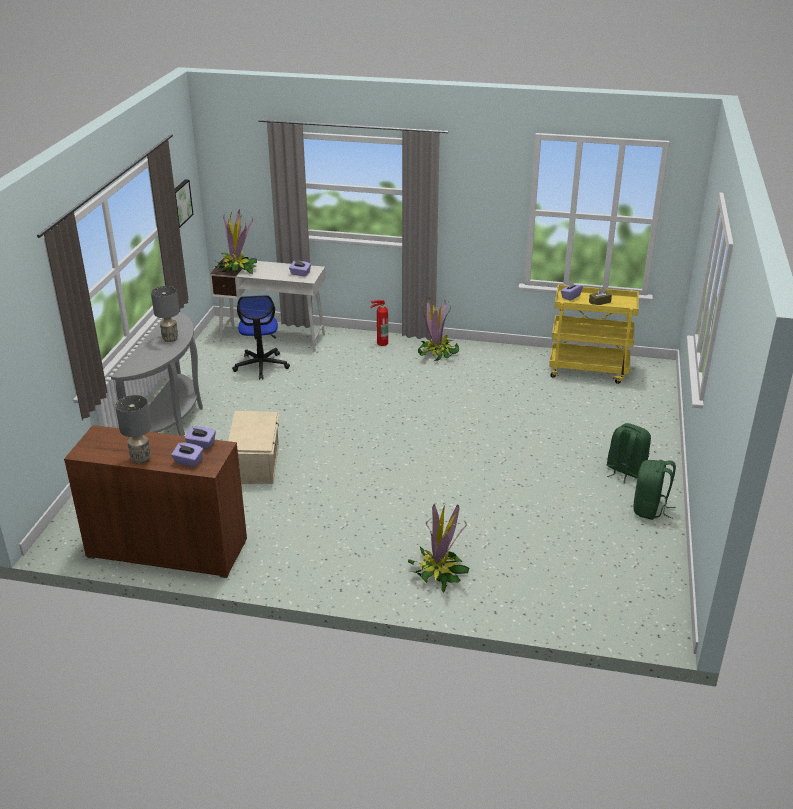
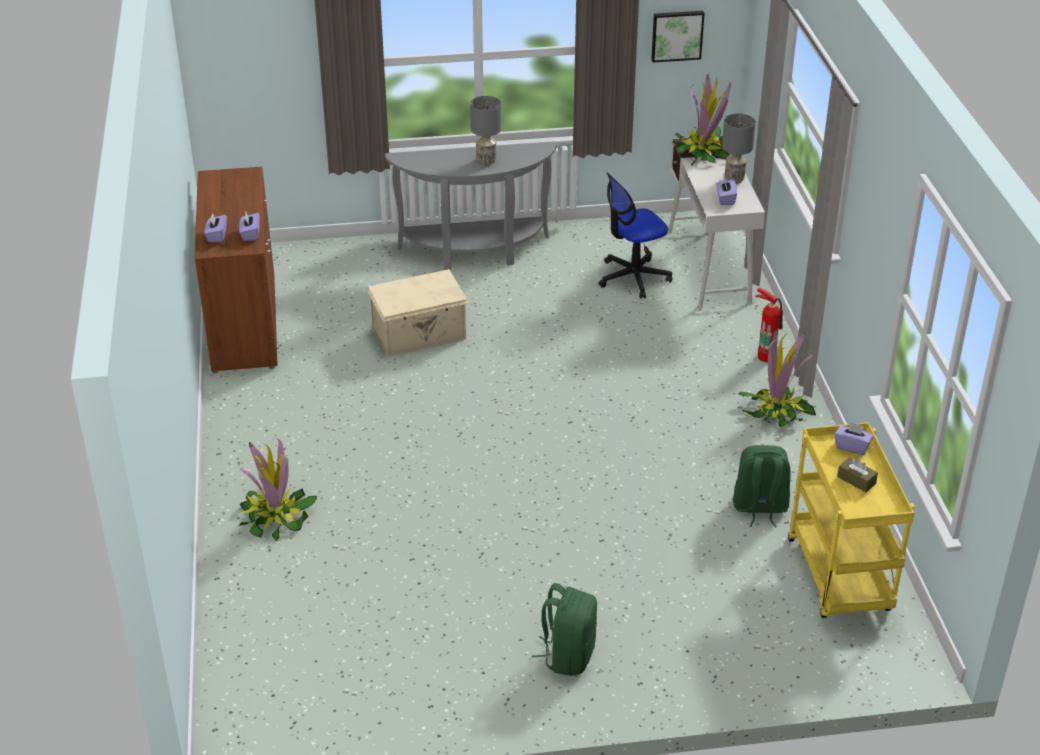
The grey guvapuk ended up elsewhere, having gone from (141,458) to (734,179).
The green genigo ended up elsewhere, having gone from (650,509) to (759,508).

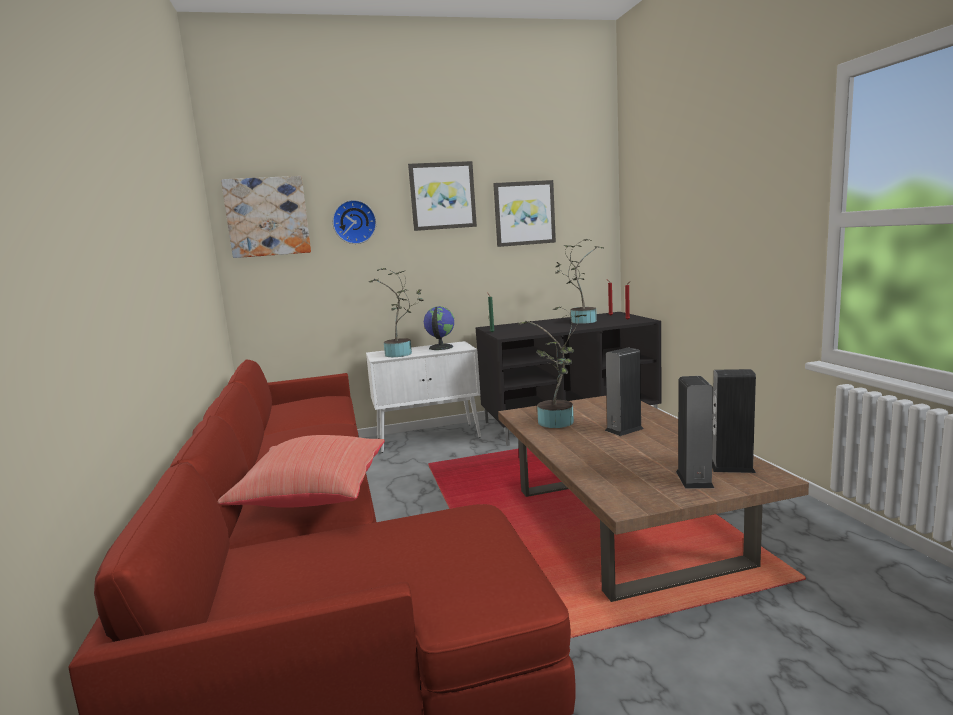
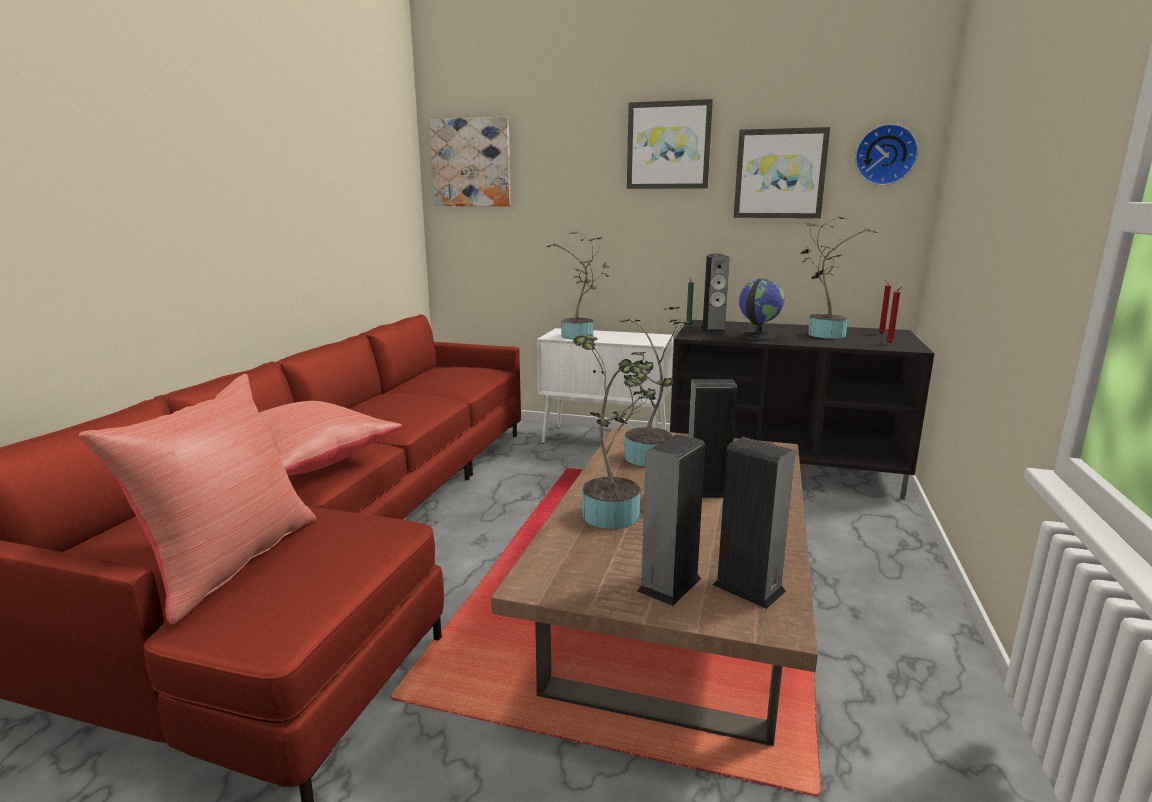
The second view gained the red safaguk at (229,561).
The second view gained the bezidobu at (614,512).
The second view gained the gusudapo at (713,330).
The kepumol ended up elsewhere, having gone from (440,347) to (757,337).
The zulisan ended up elsewhere, having gone from (354,222) to (885,155).

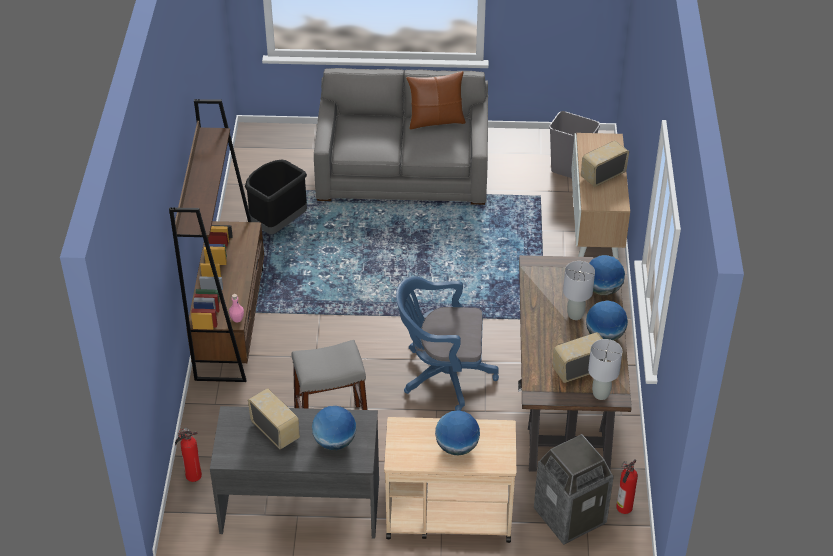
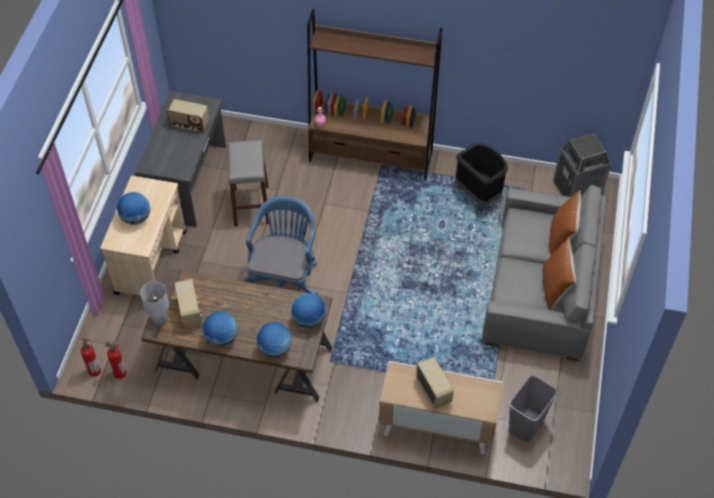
The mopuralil ended up elsewhere, having gone from (192,476) to (94,370).
The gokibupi at (275,431) ended up facing another way, 45 degrees clockwise from before.
The kepumol ended up elsewhere, having gone from (334,442) to (309,319).
The second view gained the brown safaguk at (561,237).
The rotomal ended up elsewhere, having gone from (570,516) to (577,190).
The second view lost the grey guvapuk at (575,315).

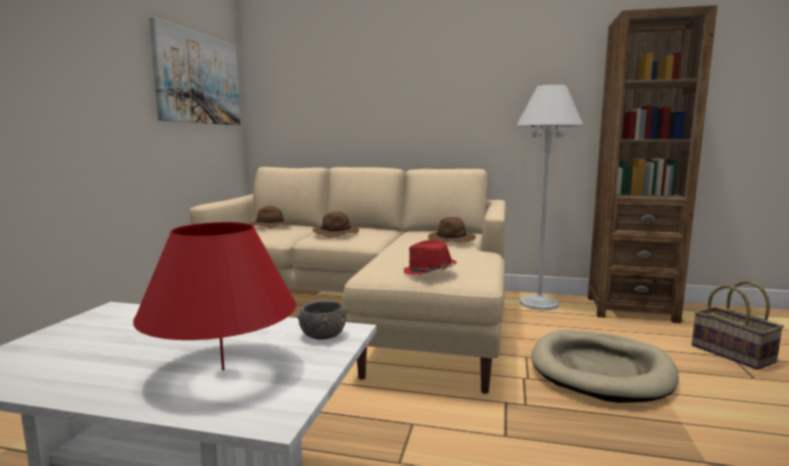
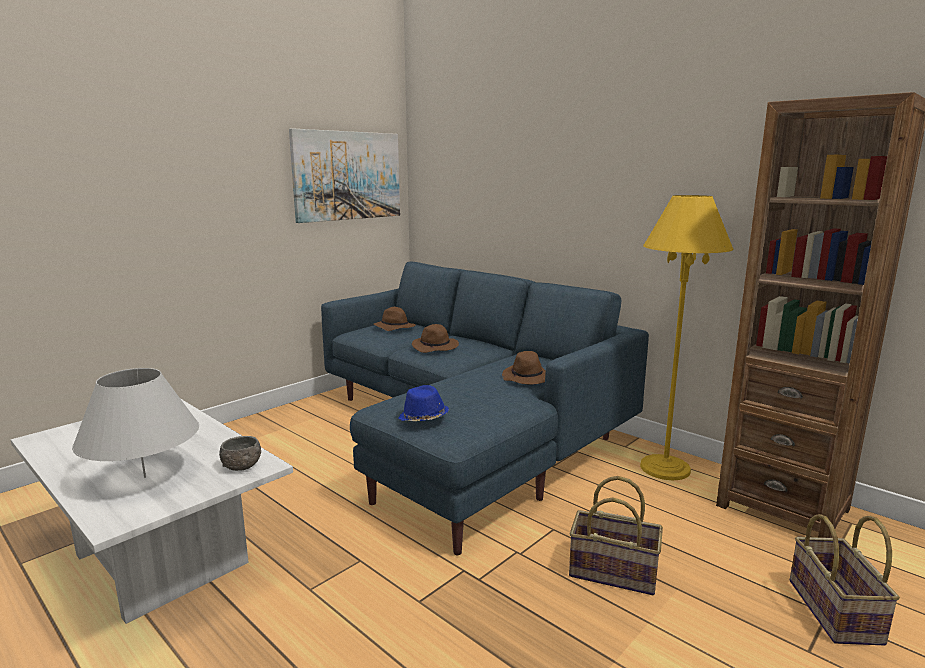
What was the red guvapuk at (223,370) turned into the white guvapuk at (144,477).
What was the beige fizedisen at (370,311) turned into the blue fizedisen at (466,433).
What was the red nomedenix at (429,272) turned into the blue nomedenix at (423,418).
Where the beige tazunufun stood at (600,370), the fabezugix came to stand at (613,572).
What was the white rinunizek at (539,303) turned into the yellow rinunizek at (665,468).

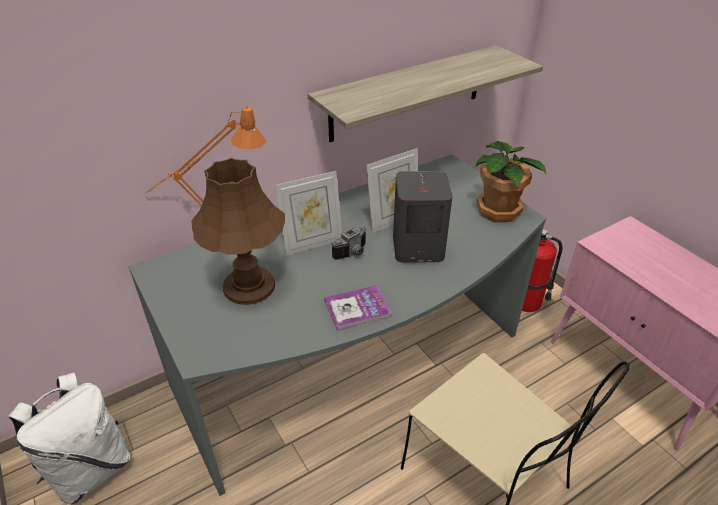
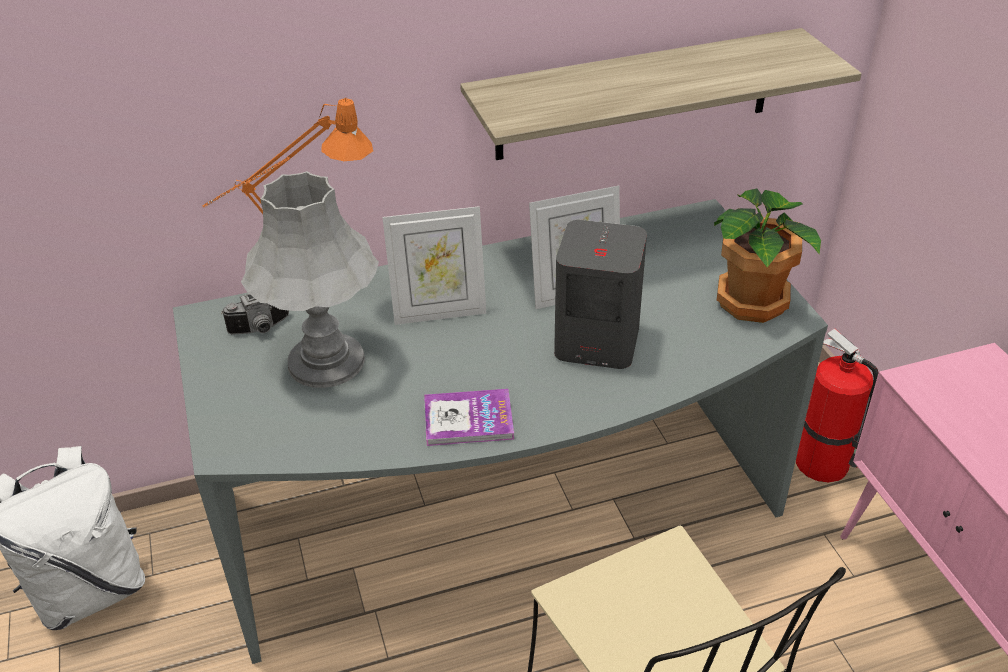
The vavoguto ended up elsewhere, having gone from (353,253) to (261,329).
What was the brown guvapuk at (249,286) turned into the grey guvapuk at (326,362).

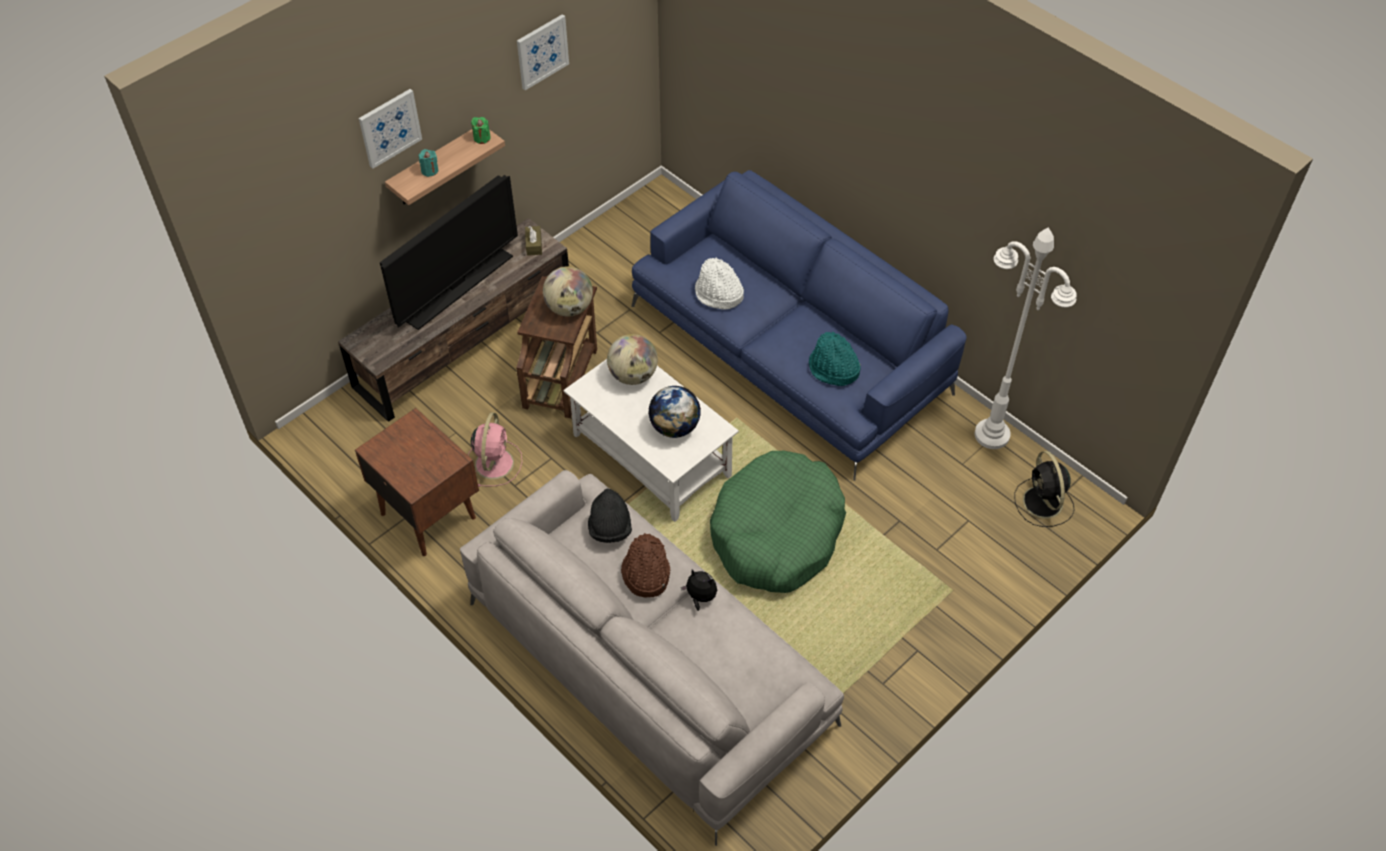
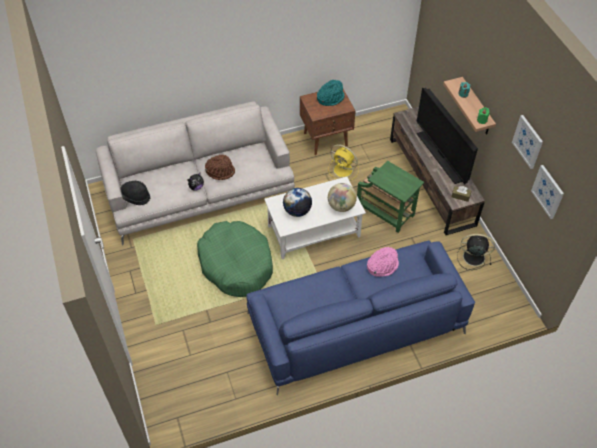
The black nomedenix ended up elsewhere, having gone from (610,528) to (136,197).
The turquoise nomedenix ended up elsewhere, having gone from (833,369) to (330,98).
What was the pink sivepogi at (494,462) turned into the yellow sivepogi at (344,170).
What was the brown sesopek at (561,376) turned into the green sesopek at (386,212).
What was the white nomedenix at (718,294) turned into the pink nomedenix at (382,266).
The black sivepogi ended up elsewhere, having gone from (1043,503) to (472,257).
The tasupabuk ended up elsewhere, having gone from (389,127) to (548,191).
The second view lost the kepumol at (569,308).
The second view lost the white rinunizek at (992,435).

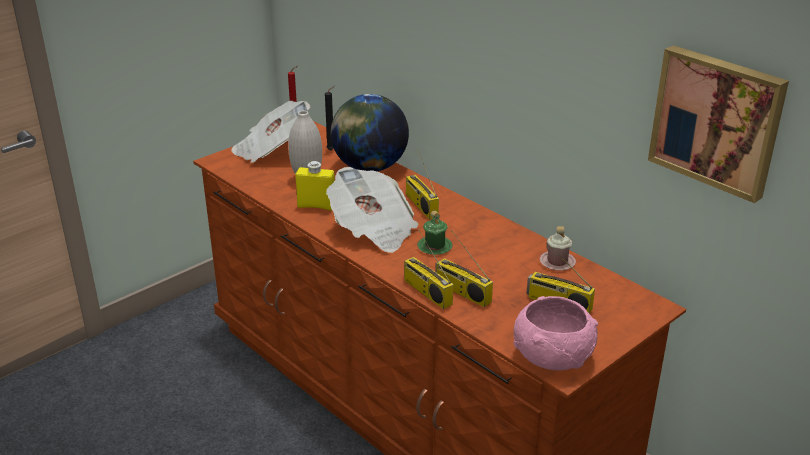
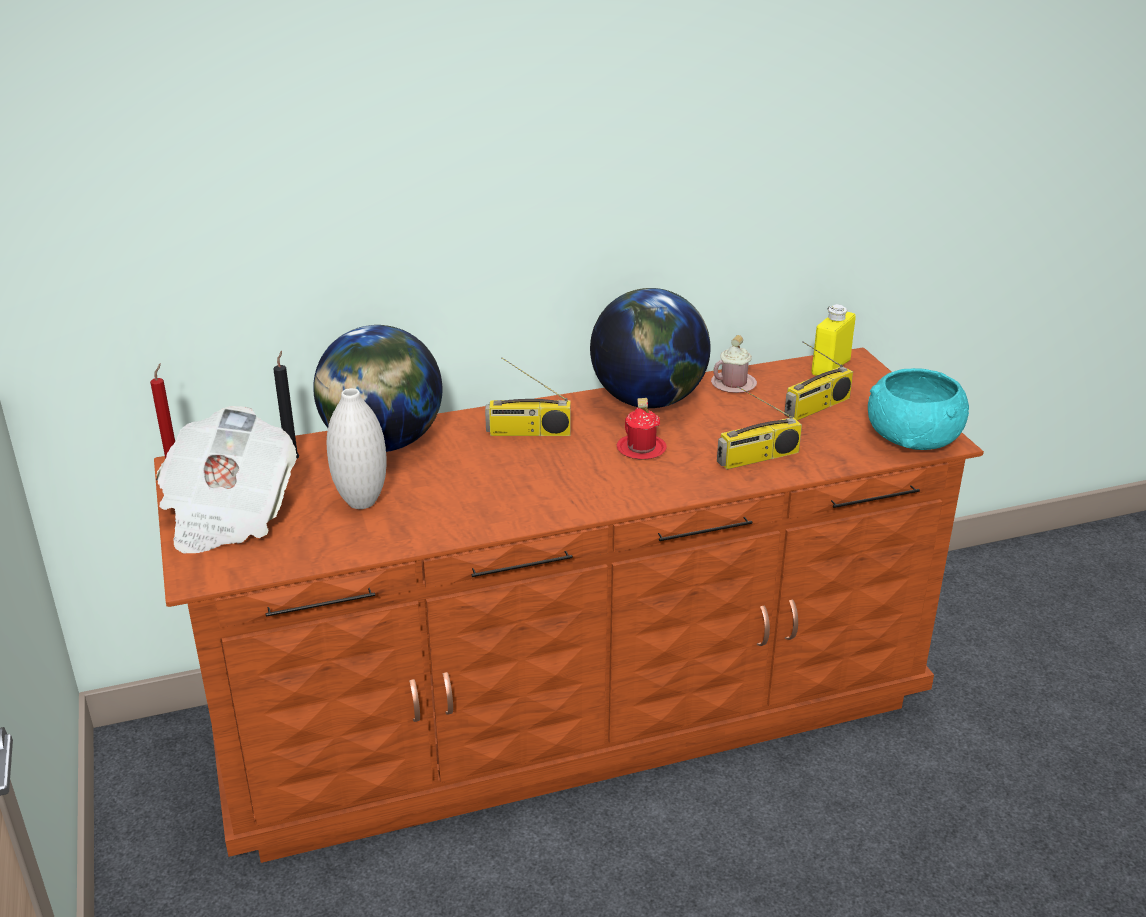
The second view gained the kepumol at (648,400).
What was the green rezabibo at (434,247) turned into the red rezabibo at (641,449).
The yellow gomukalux ended up elsewhere, having gone from (316,206) to (830,367).
What was the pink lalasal at (553,355) turned into the turquoise lalasal at (913,438).
The second view lost the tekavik at (373,230).
The second view lost the gokibupi at (426,292).
The second view lost the tasupabuk at (717,121).

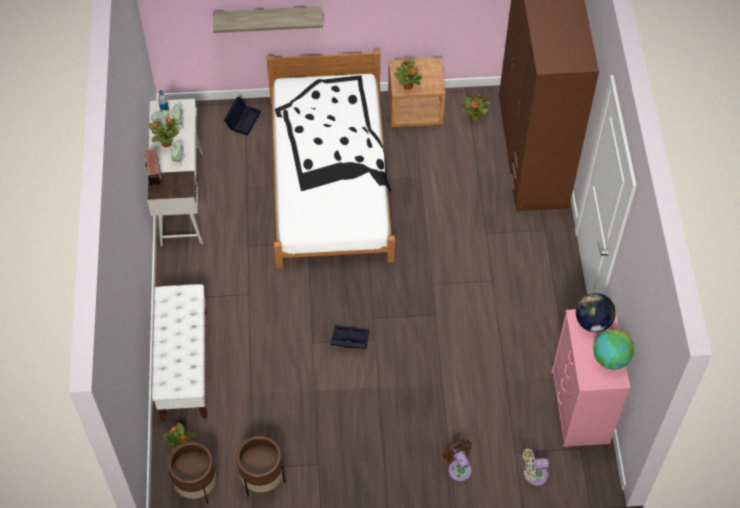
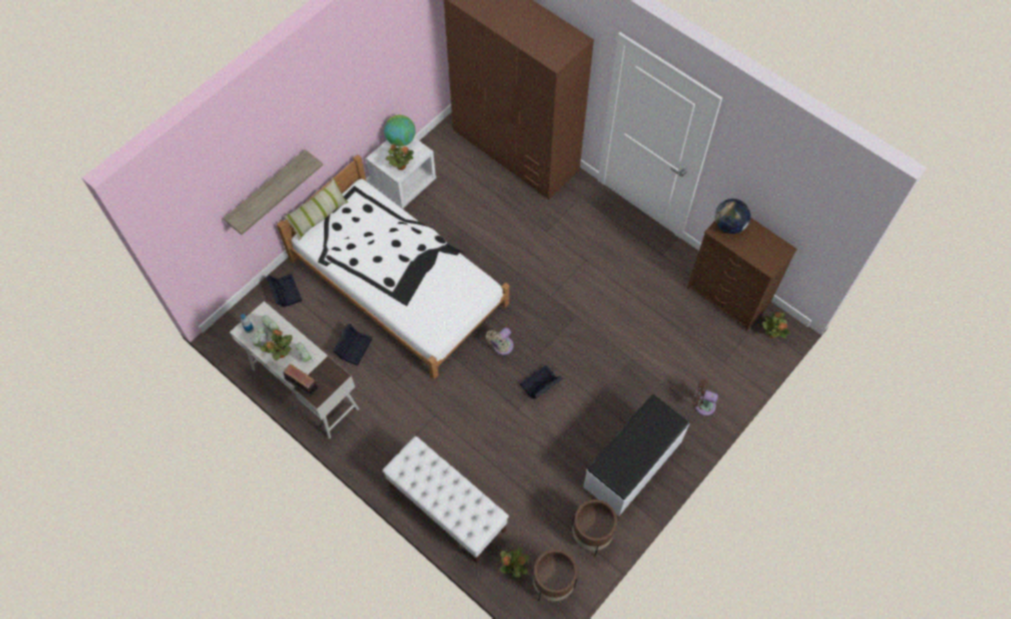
The second view gained the safaguk at (319,217).
The second view gained the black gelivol at (353,346).
What was the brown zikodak at (415,109) turned into the white zikodak at (404,183).
The kepumol ended up elsewhere, having gone from (610,358) to (401,140).
The beige sivepogi ended up elsewhere, having gone from (533,475) to (501,347).
The second view gained the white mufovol at (633,465).
What was the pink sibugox at (580,407) turned into the brown sibugox at (728,296).
The bezidobu ended up elsewhere, having gone from (474,118) to (772,333).

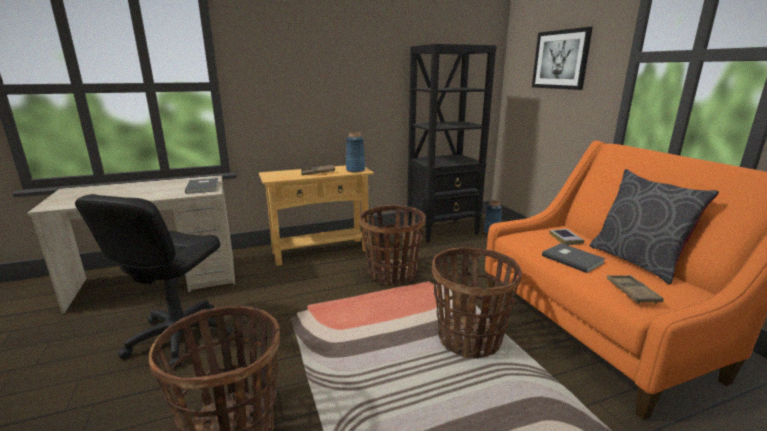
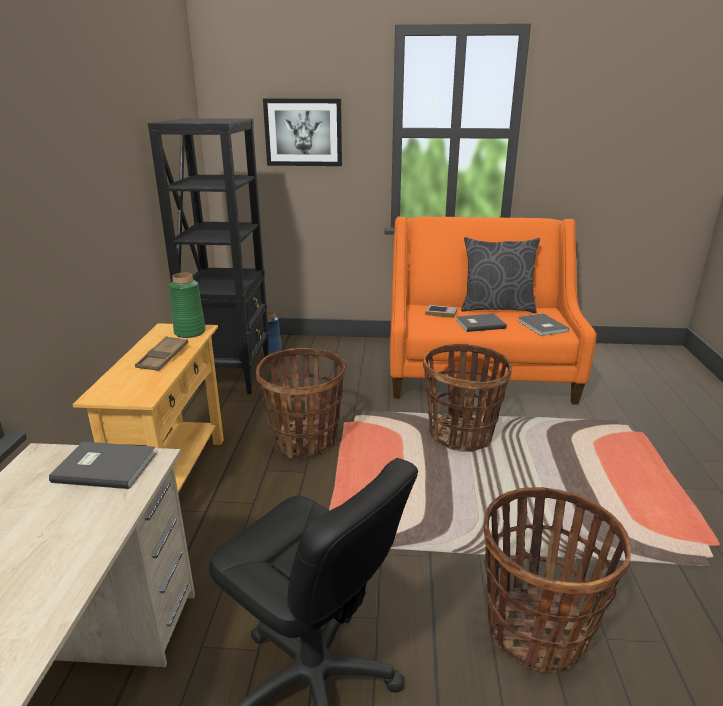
What was the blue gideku at (355,170) turned into the green gideku at (190,332).
Where the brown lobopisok stood at (632,292), the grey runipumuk came to stand at (541,326).

